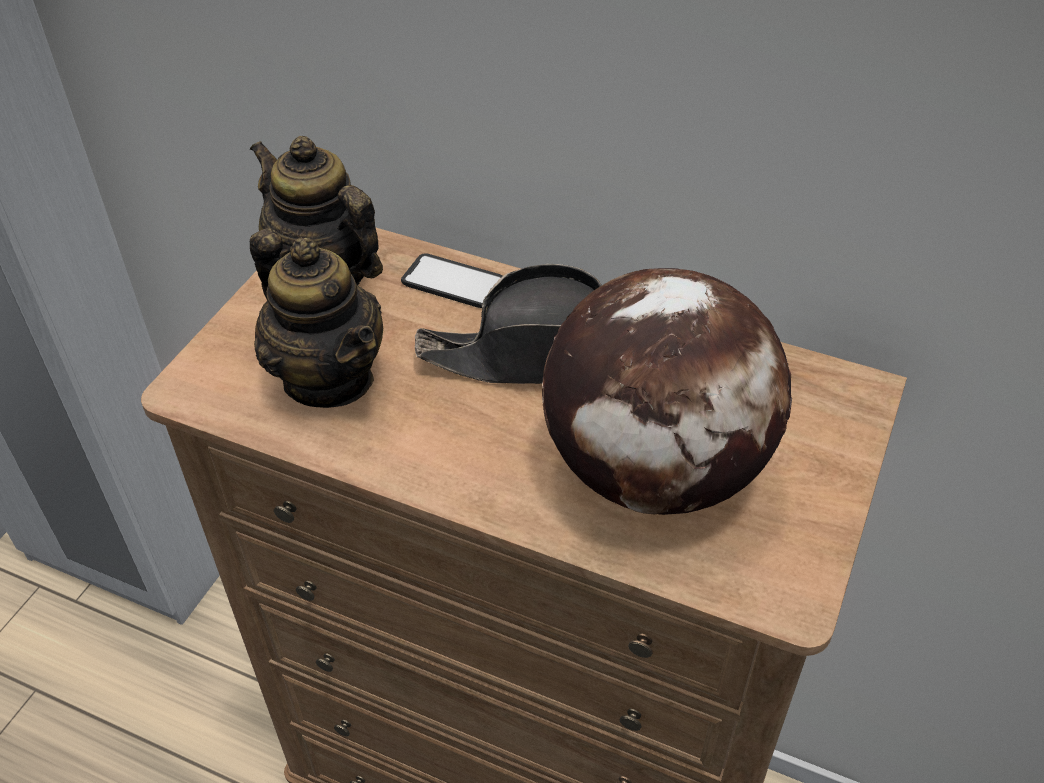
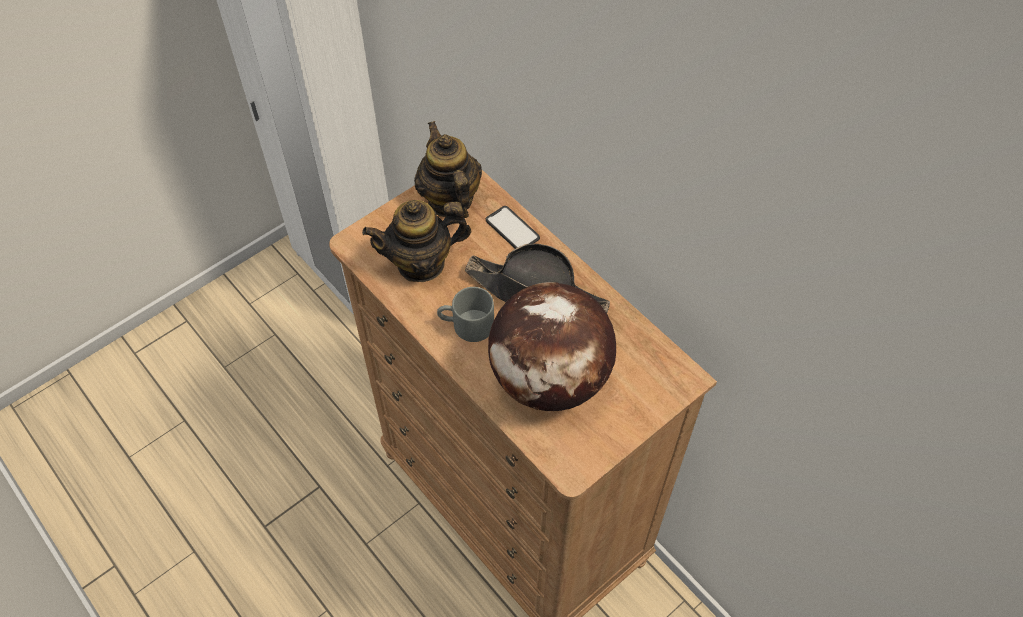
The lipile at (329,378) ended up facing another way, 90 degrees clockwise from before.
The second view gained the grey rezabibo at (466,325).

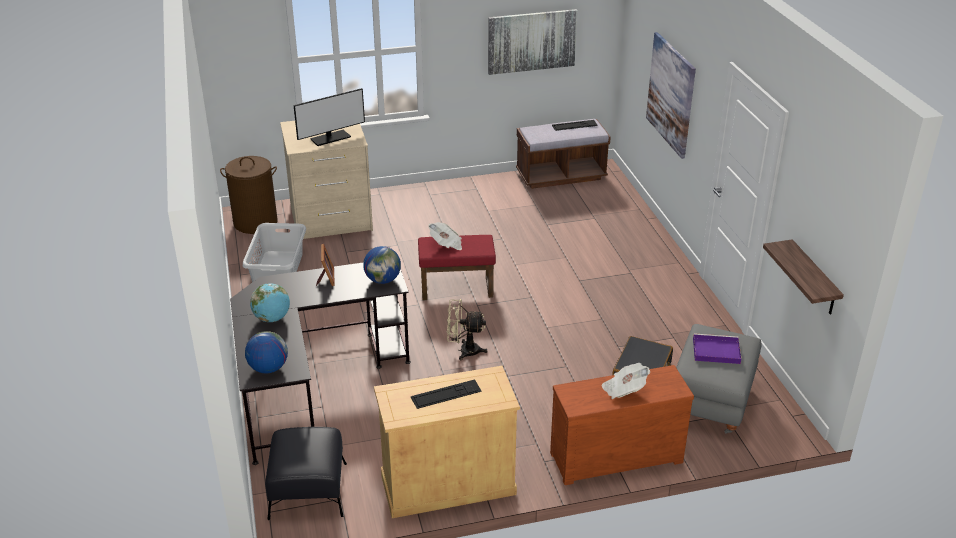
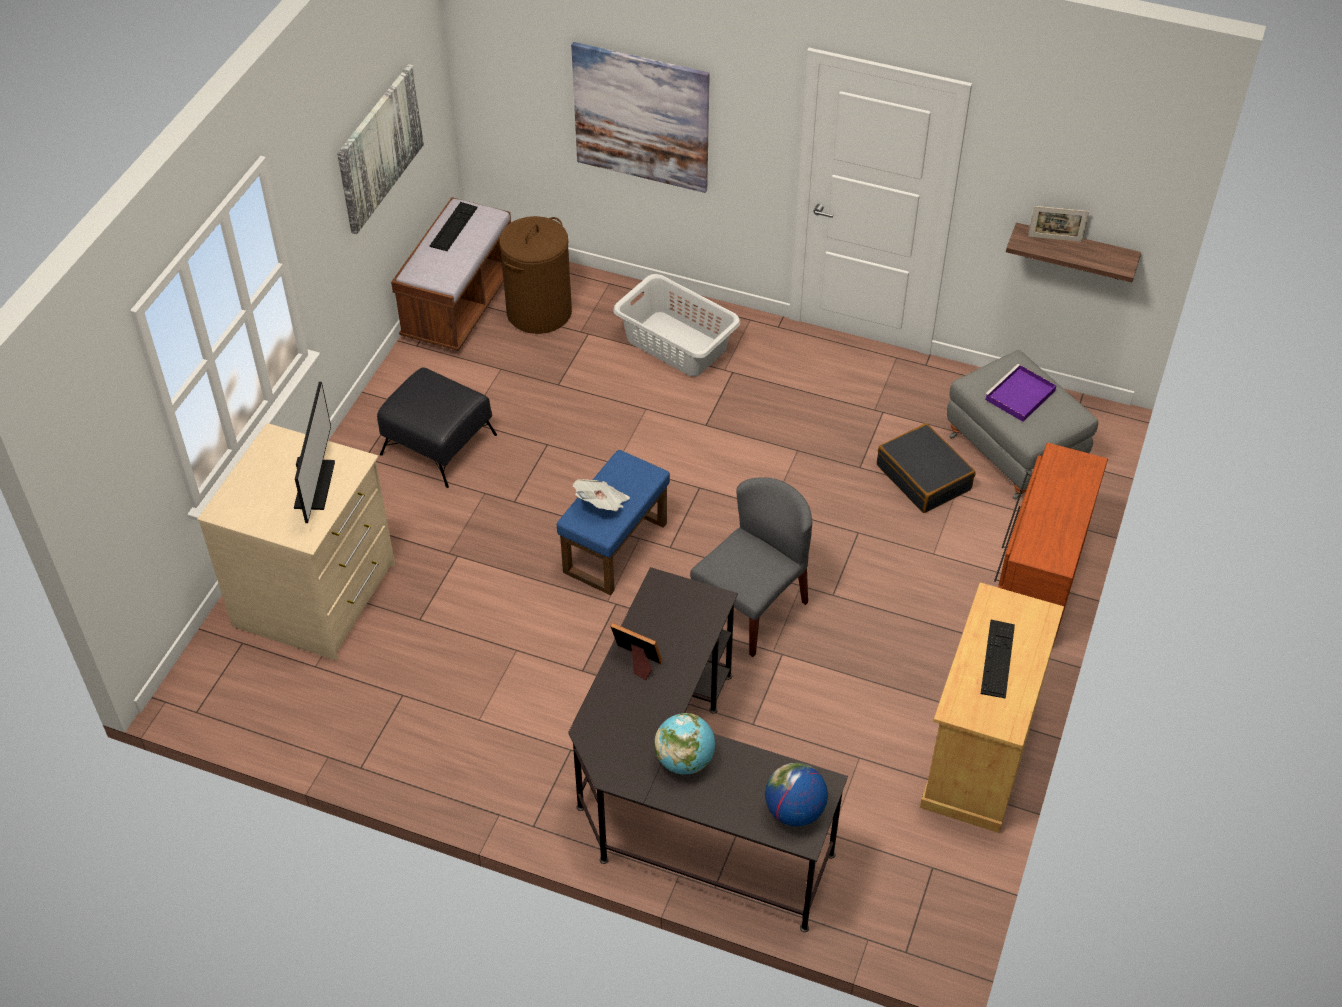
The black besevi ended up elsewhere, having gone from (308,490) to (438,444).
The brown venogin ended up elsewhere, having gone from (255,222) to (539,311).
What was the red besevi at (457,288) turned into the blue besevi at (615,546).
The grey venogin ended up elsewhere, having gone from (278,268) to (676,343).
Where the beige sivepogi stood at (464,351), the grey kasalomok came to stand at (751,609).
The second view gained the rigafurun at (1055,238).
The second view lost the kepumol at (383,280).
The second view lost the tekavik at (624,390).

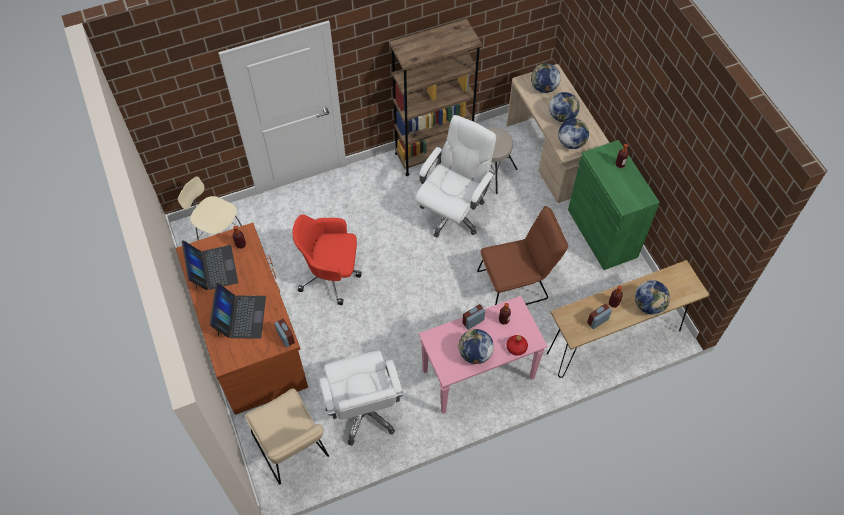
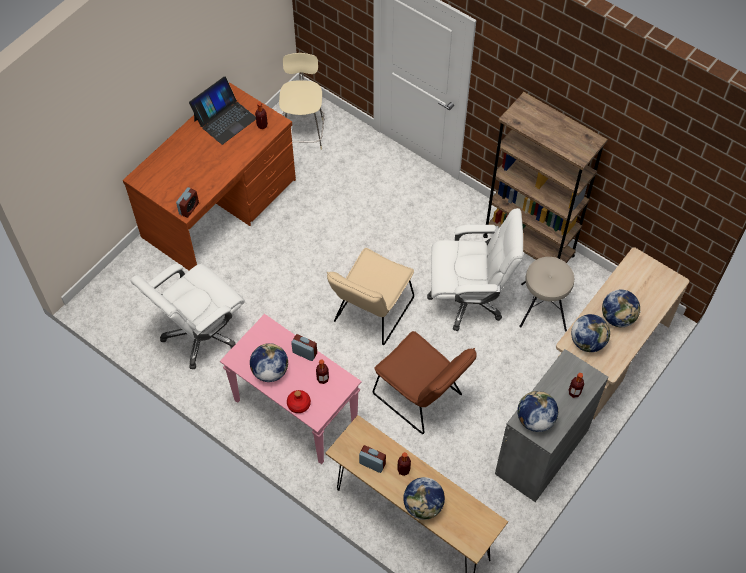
The beige kasalomok ended up elsewhere, having gone from (292,449) to (370,314).
What was the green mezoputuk at (602,233) turned into the grey mezoputuk at (541,452).
The kepumol ended up elsewhere, having gone from (543,88) to (535,419).
The second view lost the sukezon at (240,316).
The second view lost the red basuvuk at (331,274).

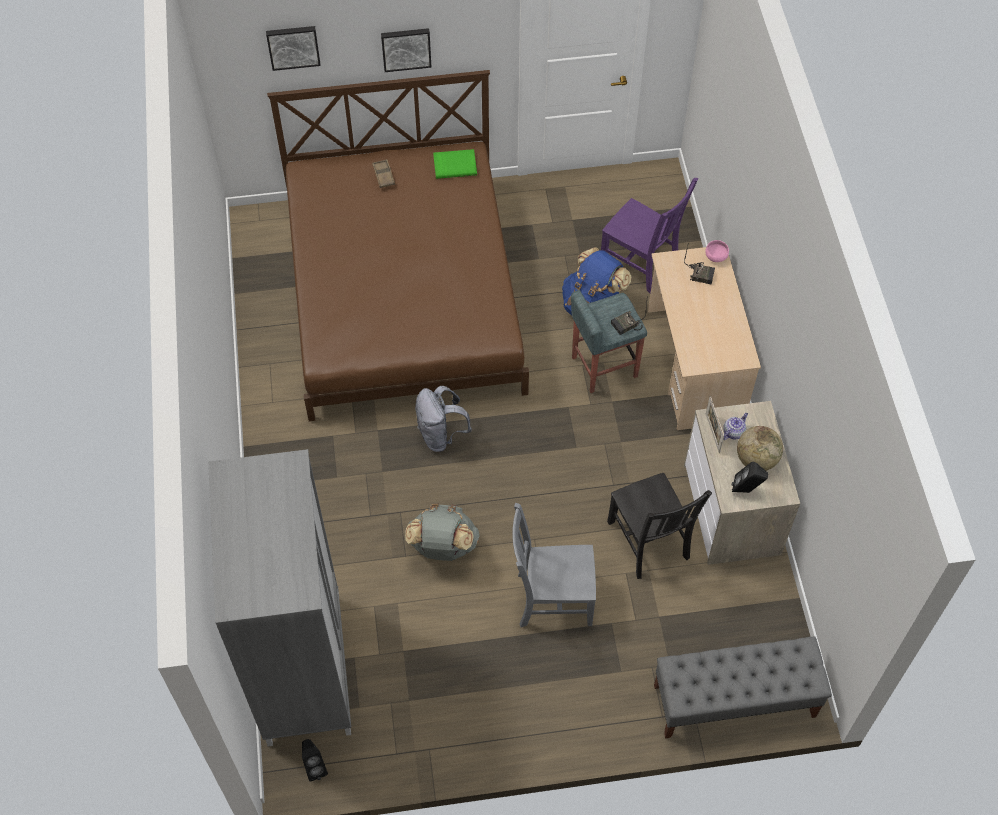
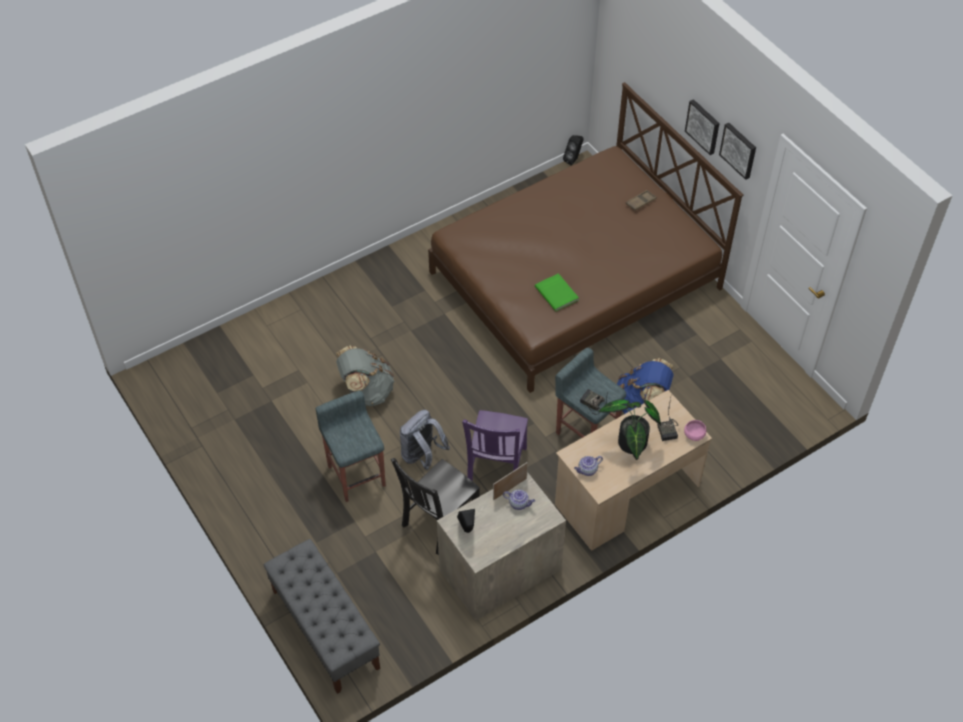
Where the grey kasalomok stood at (551,599), the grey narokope came to stand at (356,475).
The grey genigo ended up elsewhere, having gone from (441,435) to (422,456).
The purple kasalomok ended up elsewhere, having gone from (641,264) to (496,469).
The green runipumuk ended up elsewhere, having gone from (455,165) to (557,293).
The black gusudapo ended up elsewhere, having gone from (314,766) to (573,160).
The second view gained the lipile at (587,470).
The second view gained the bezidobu at (630,445).
The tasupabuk ended up elsewhere, having gone from (293,46) to (739,150).
The second view lost the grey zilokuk at (303,668).
The second view lost the kepumol at (756,459).

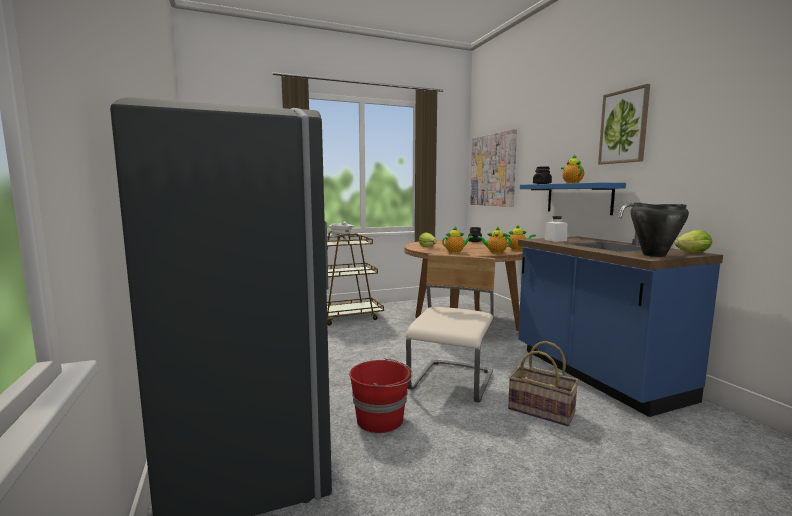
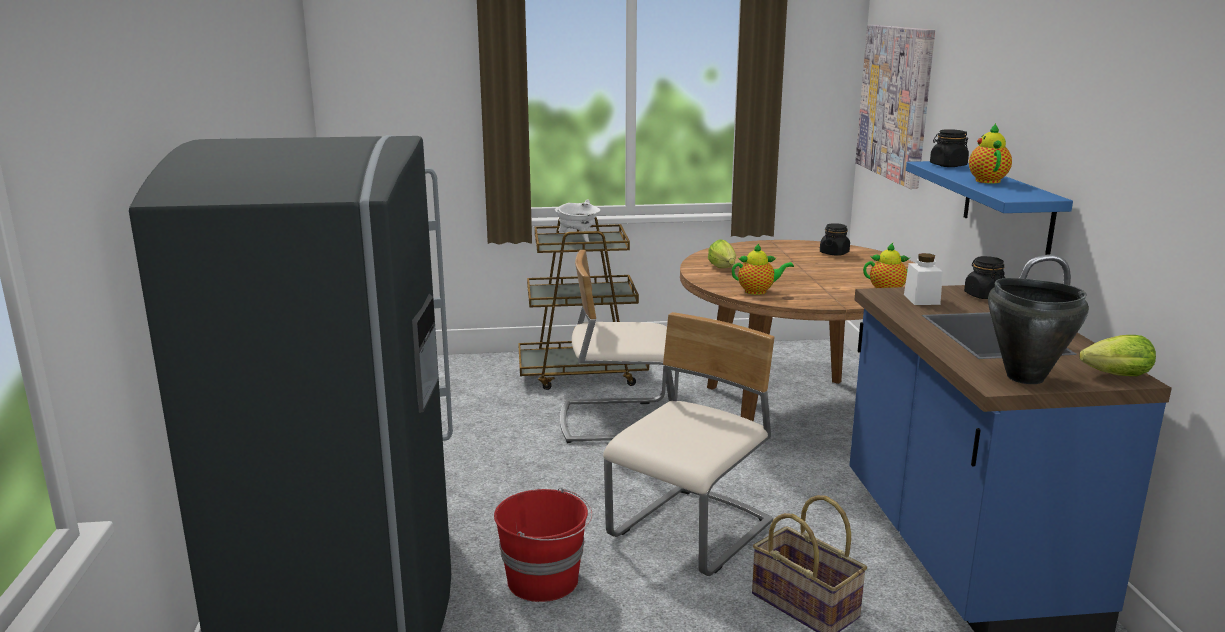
The second view gained the beige kasalomok at (617,421).
The second view gained the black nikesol at (984,295).
The second view lost the lipile at (495,252).
The second view lost the tasupabuk at (624,127).

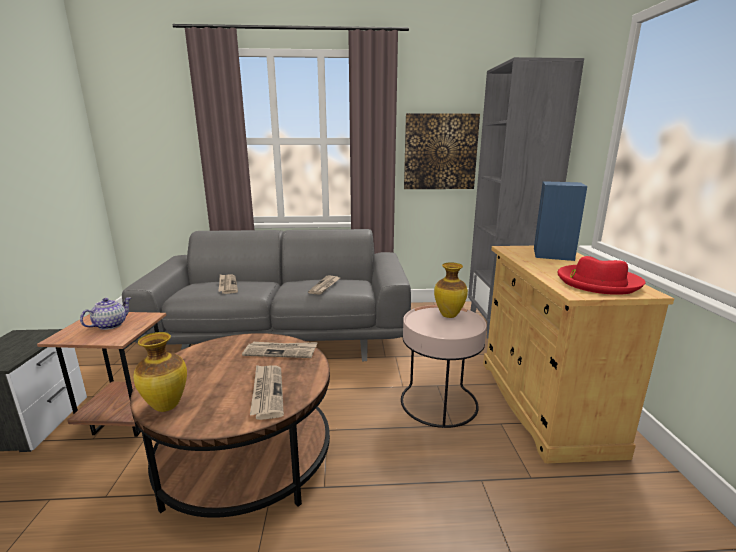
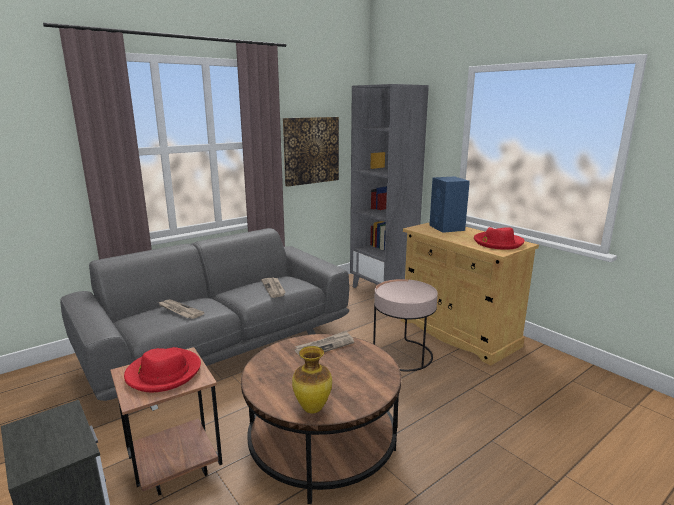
Where the lipile stood at (110,325), the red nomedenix came to stand at (163,373).
The second view lost the tekavik at (267,392).
The second view lost the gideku at (449,315).

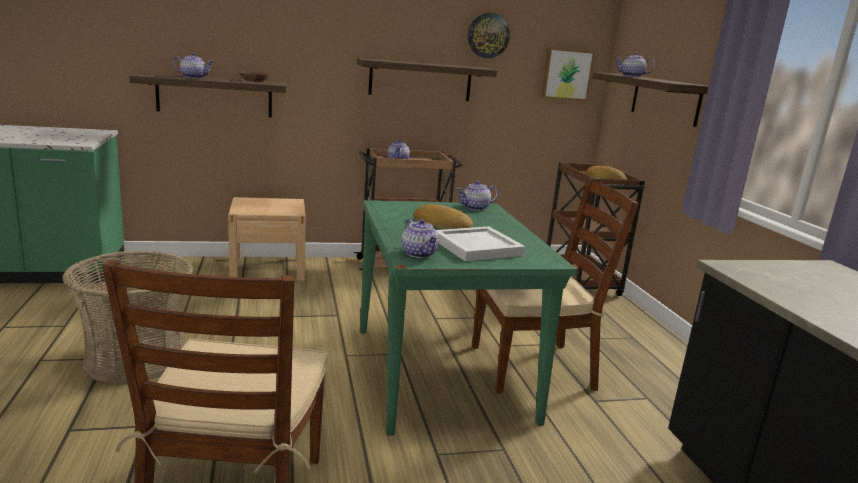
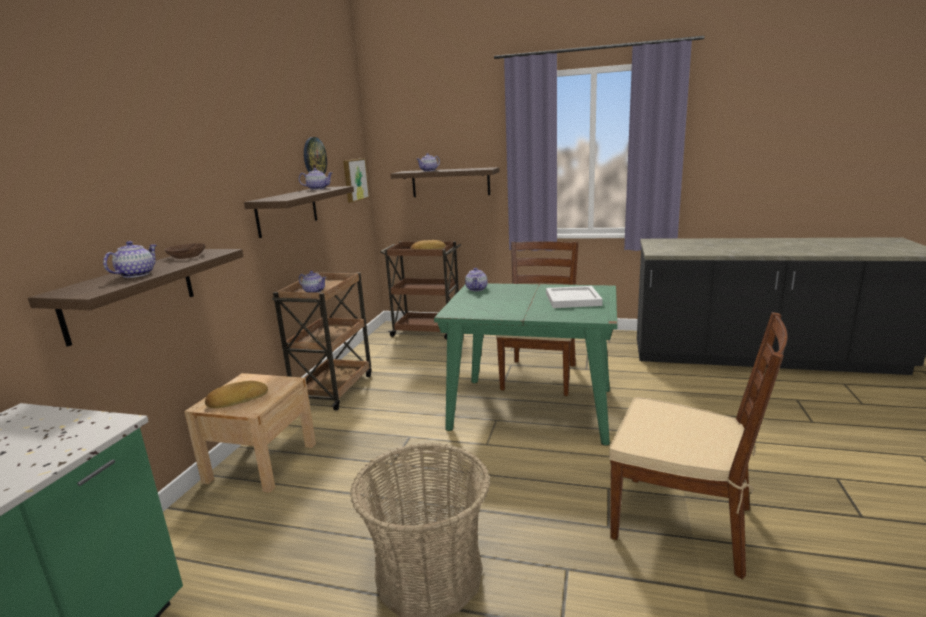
The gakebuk ended up elsewhere, having gone from (442,225) to (237,399).
The lipile ended up elsewhere, having gone from (419,254) to (318,189).

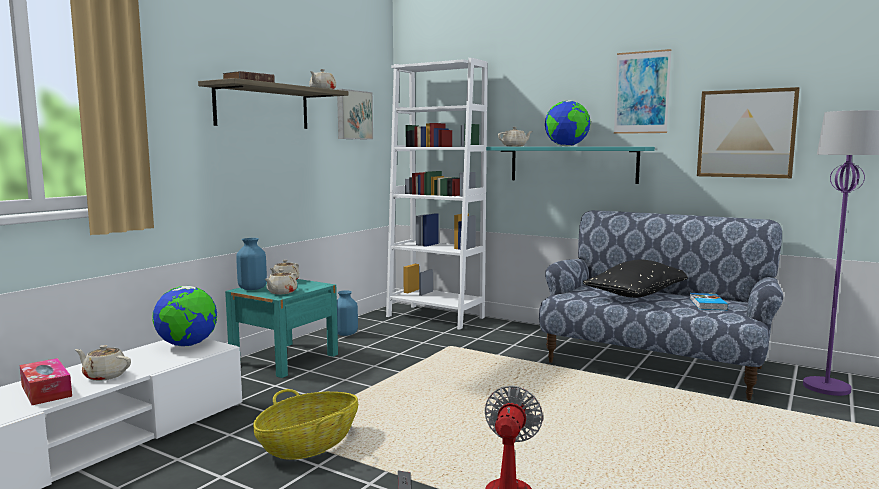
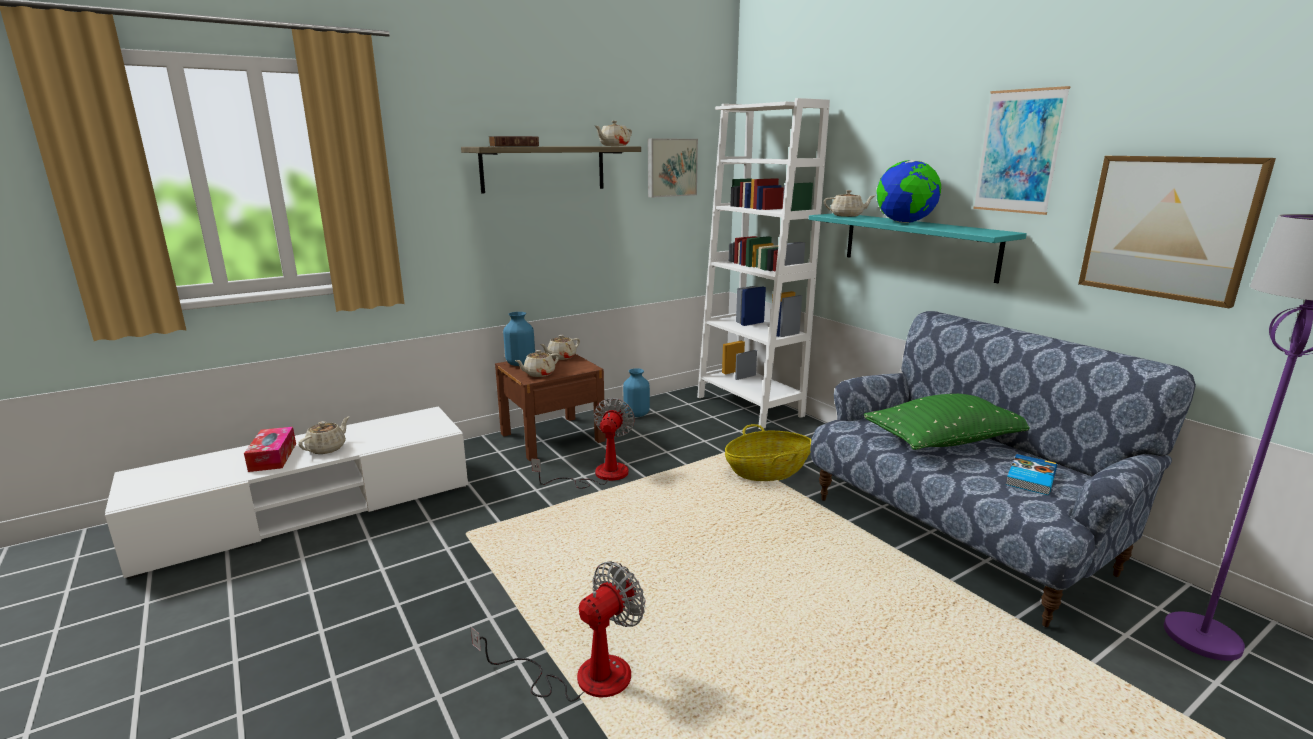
The beige lipile at (104,376) ended up facing another way, 75 degrees clockwise from before.
What was the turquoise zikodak at (284,359) turned into the brown zikodak at (552,437).
The second view gained the sivepogi at (599,475).
The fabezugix ended up elsewhere, having gone from (309,444) to (767,472).
What was the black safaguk at (637,295) turned into the green safaguk at (945,441).
The second view lost the kepumol at (187,345).

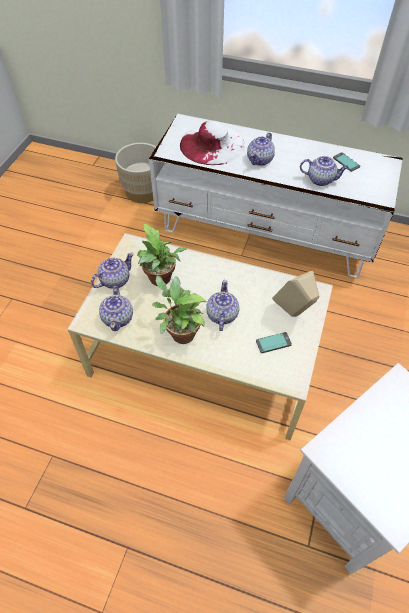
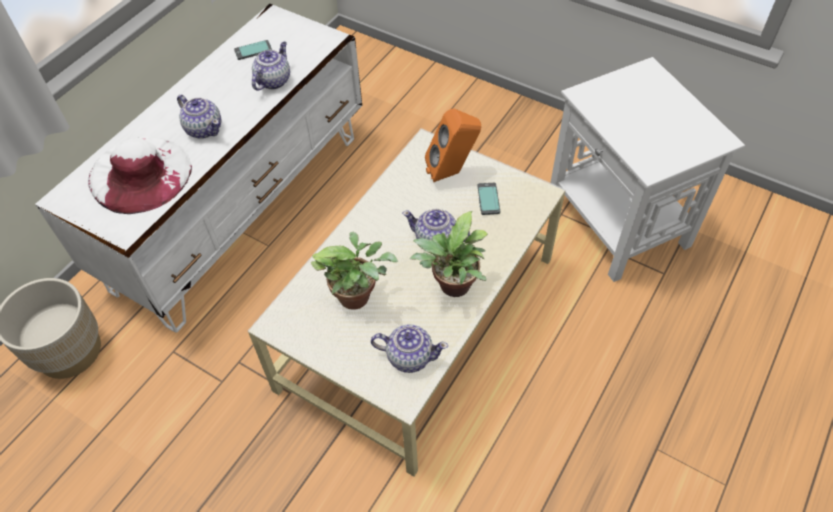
What was the beige gusudapo at (293,314) turned into the orange gusudapo at (452,172).
The second view lost the lipile at (114,280).

